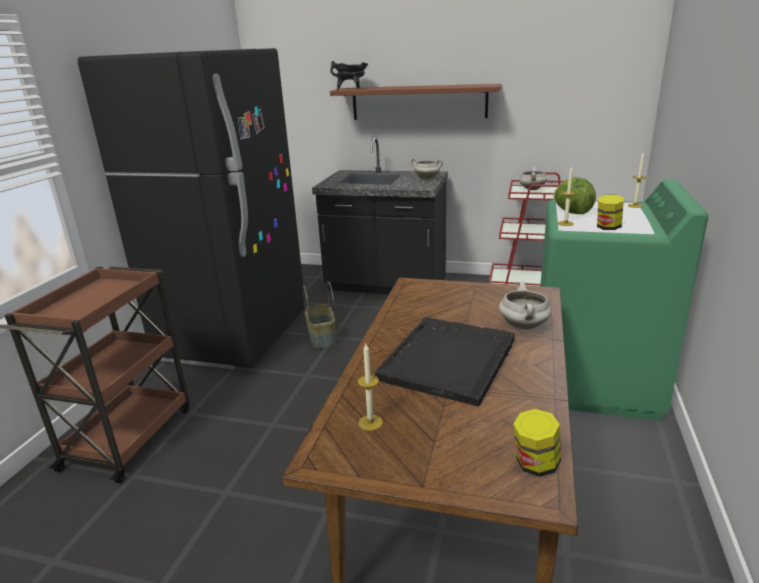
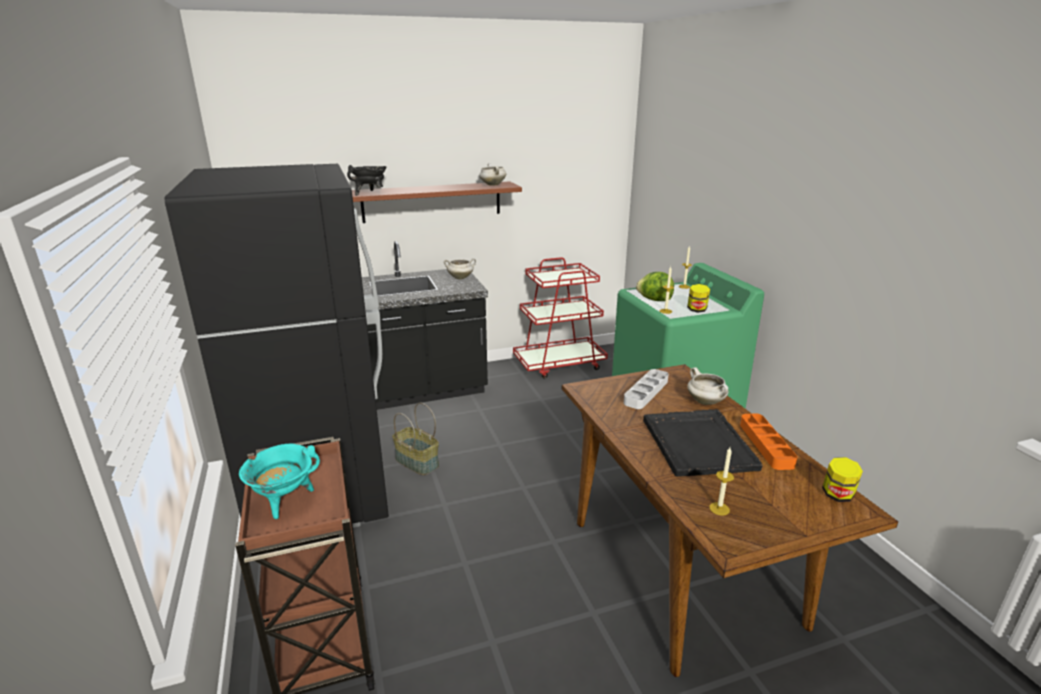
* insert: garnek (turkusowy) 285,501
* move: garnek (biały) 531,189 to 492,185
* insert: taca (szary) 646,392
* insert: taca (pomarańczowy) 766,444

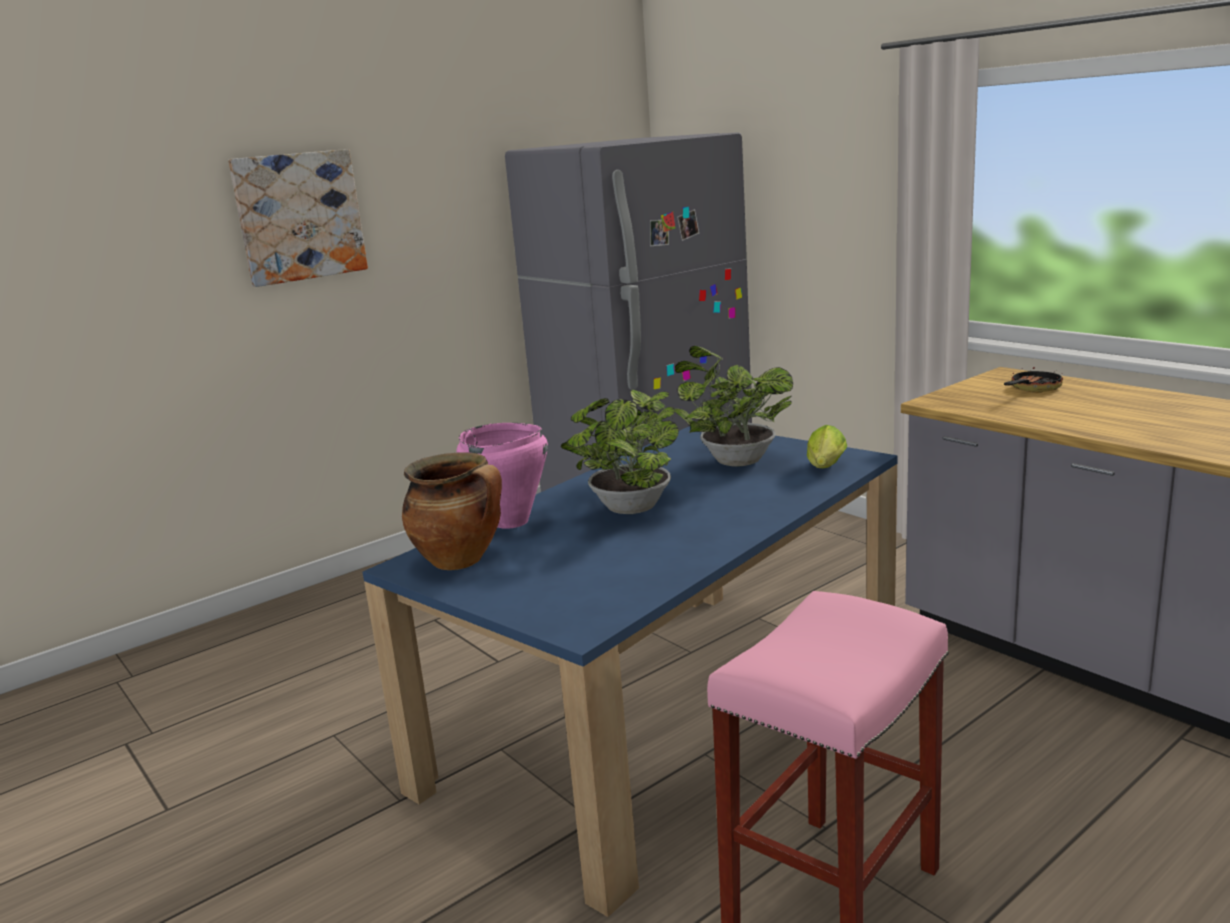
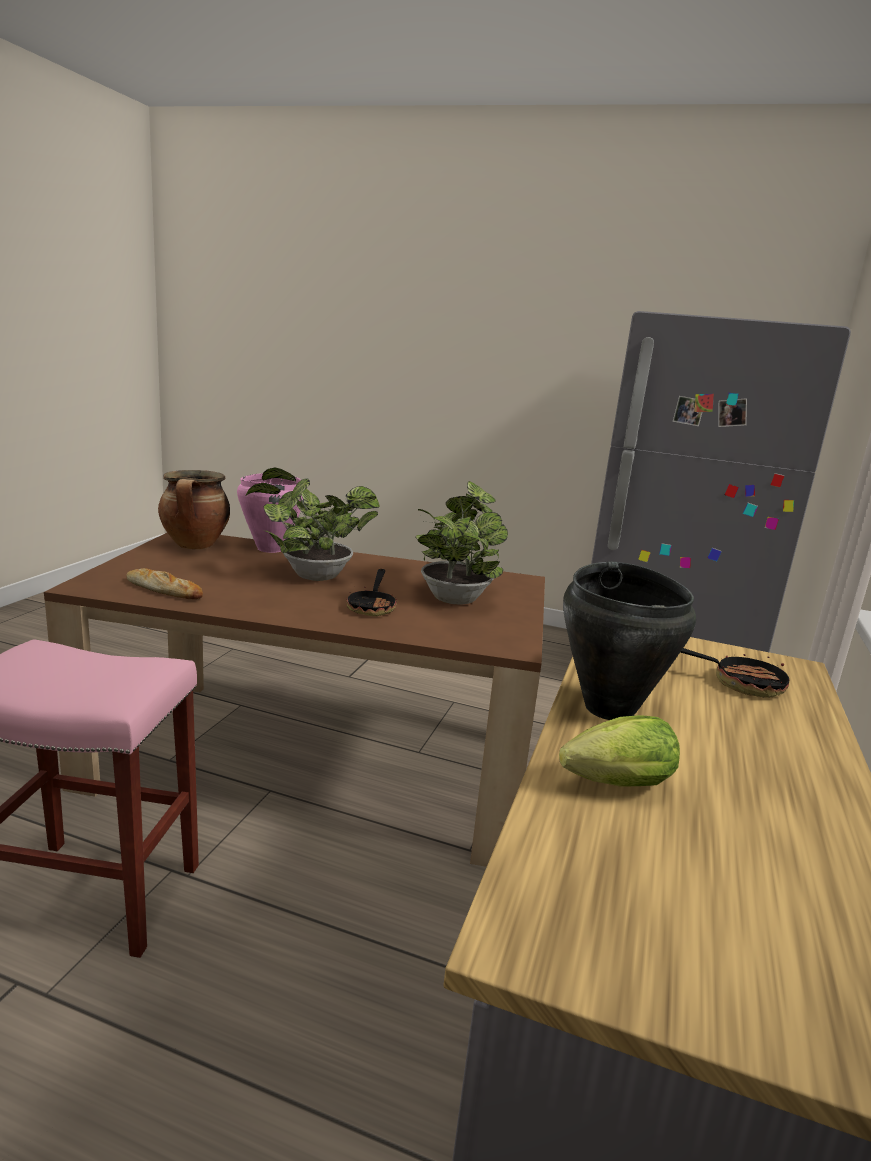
* recolor: stół jadalny (niebieski) 667,715 to stół jadalny (brązowy) 316,761
* insert: chleb 164,590
* insert: patelnia 372,606
* move: sałata 825,469 to 611,785
* insert: garnek (czarny) 610,708
* delete: obraz 299,216

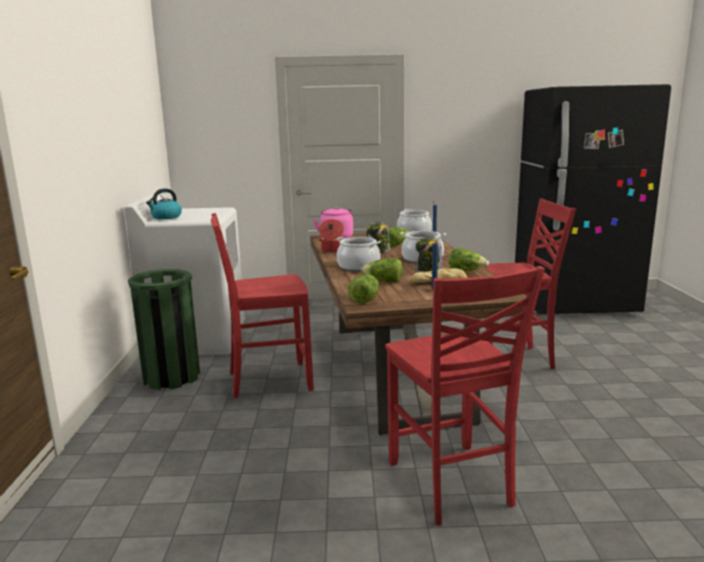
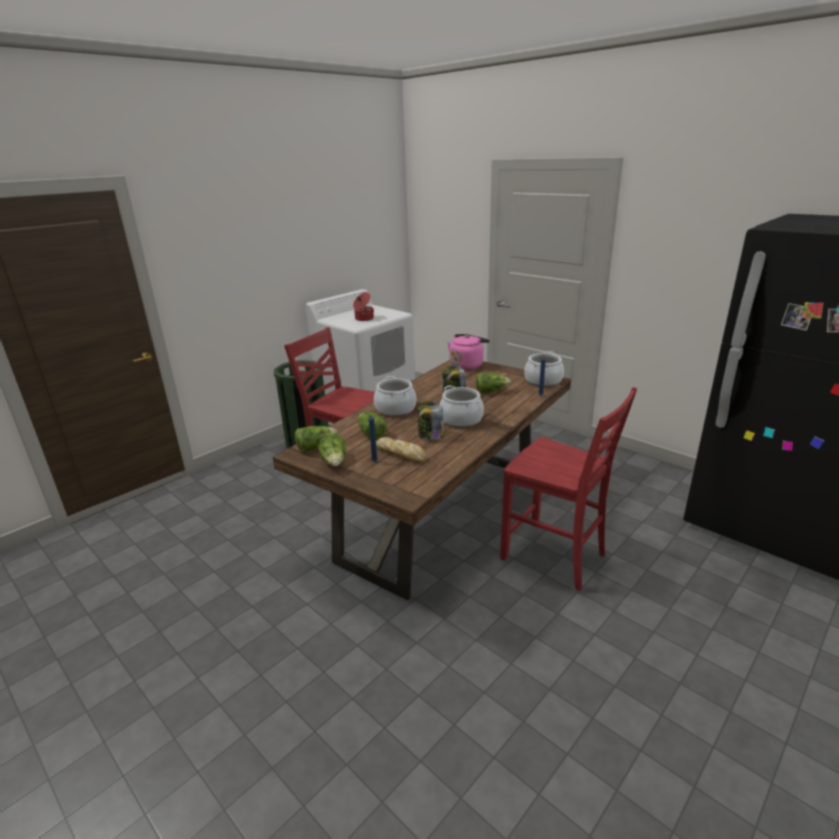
* move: sałata 466,271 to 334,462
* move: garnek 332,250 to 363,319
* delete: czajnik 166,217
* delete: krzesło (czerwony) 451,485

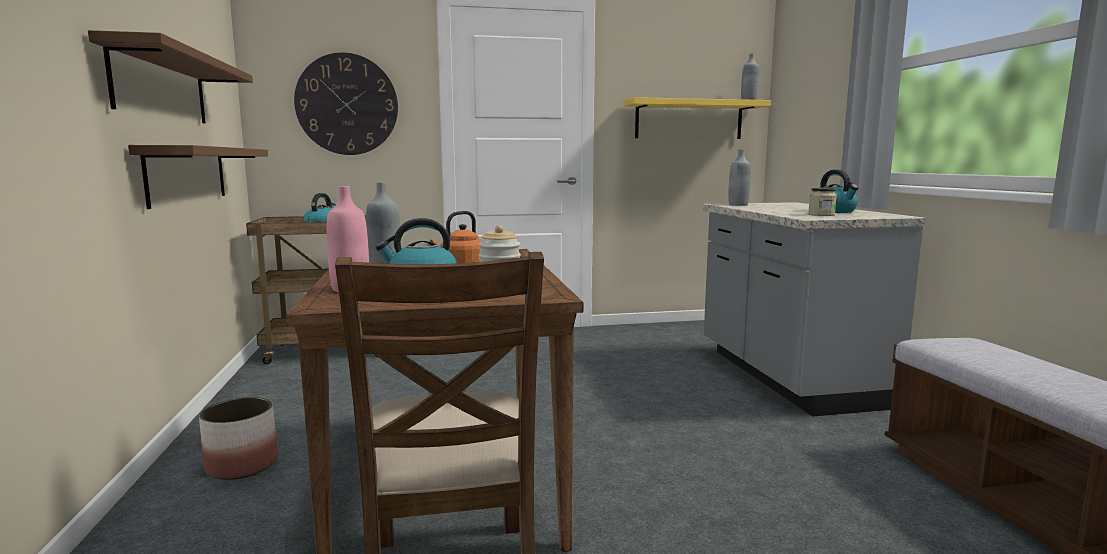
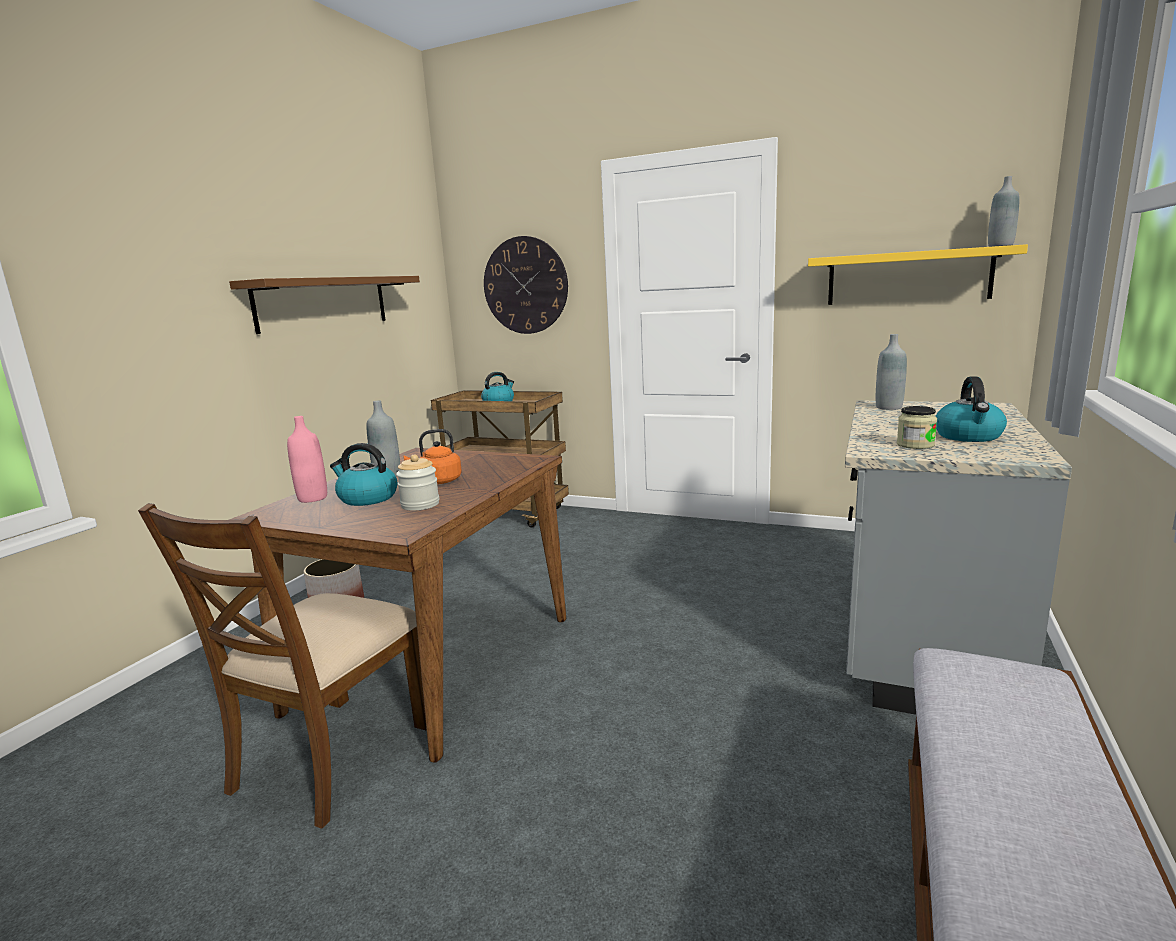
* delete: półka (brązowy) 188,174

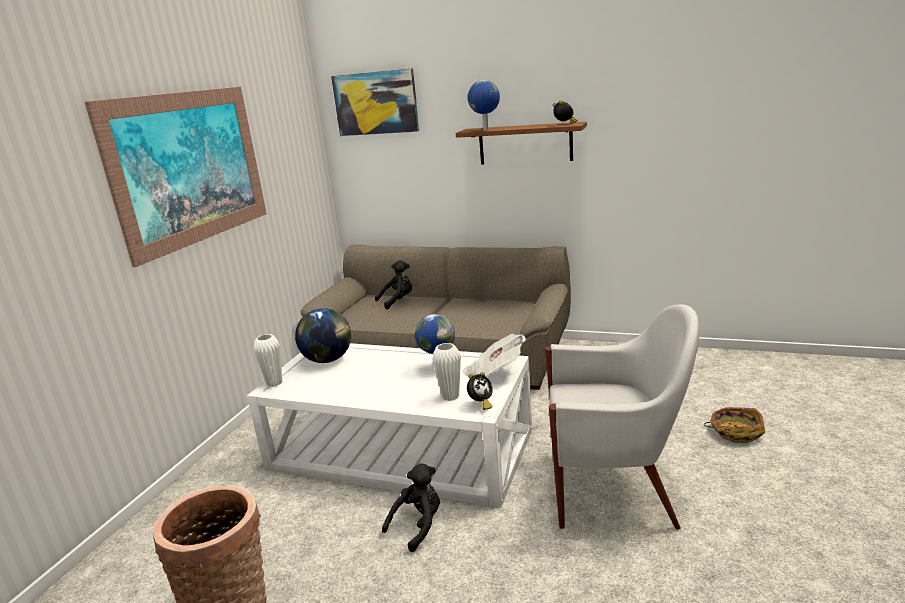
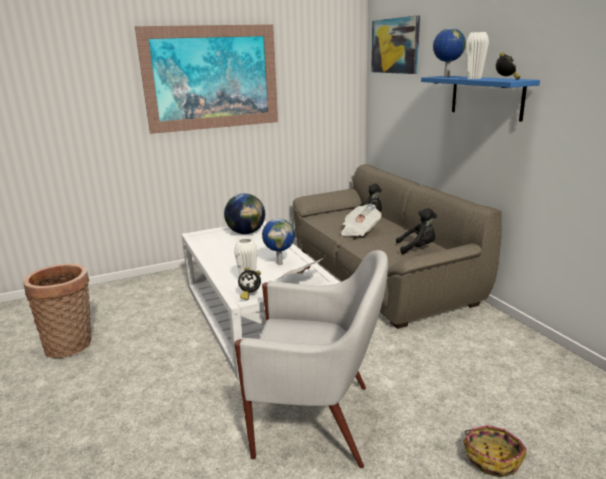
* rotate: fotel (biały) 615,488 = 316,421 45 degrees counterclockwise
* insert: gazeta 359,231
* move: pluszak (czarny) 418,525 to 417,248
* recolor: półka (brązowy) 525,144 to półka (niebieski) 486,97
* move: wazon (biały) 274,383 to 474,78

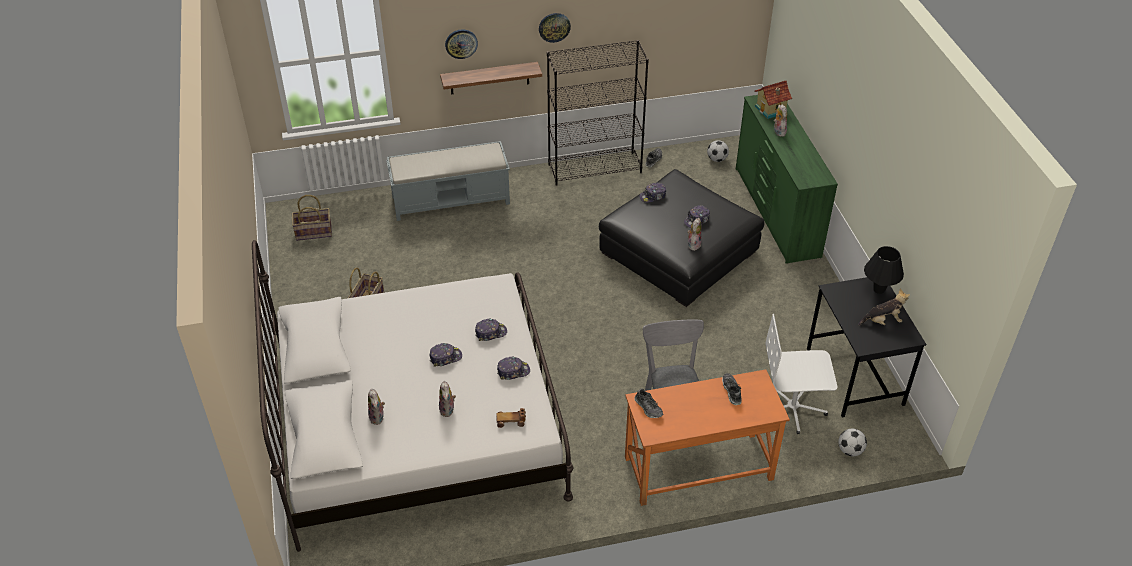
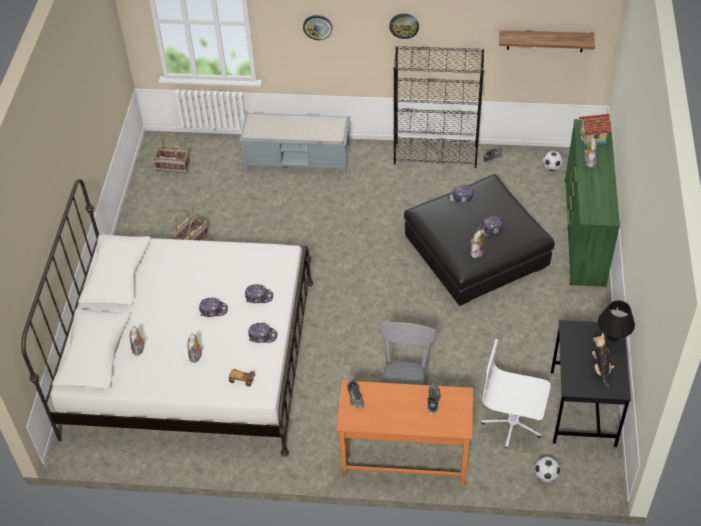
* move: półka 489,78 to 545,41
* rotate: pluszak 882,321 = 601,368 105 degrees counterclockwise

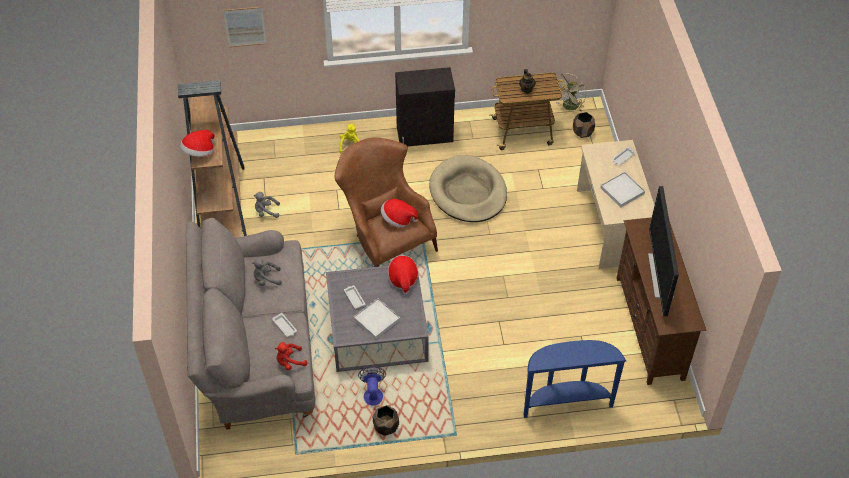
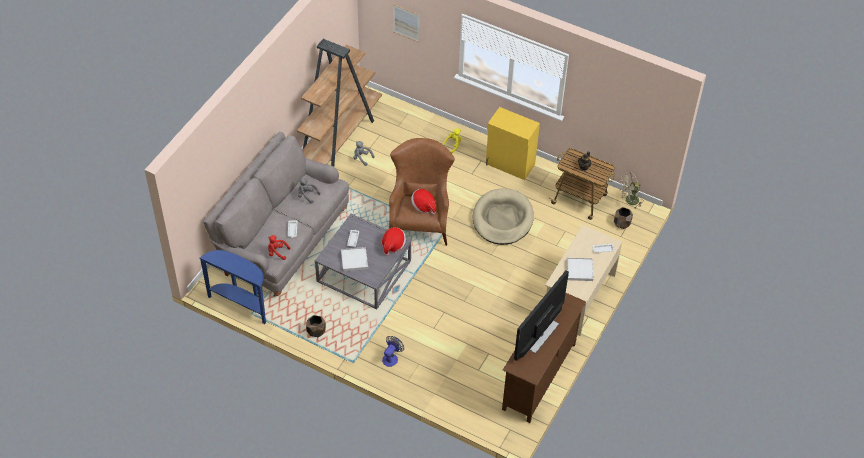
* move: stolik konsolowy (niebieski) 566,402 to 241,304
* move: wentylator 373,393 to 391,357
* recolor: szafka (czarny) 425,134 to szafka (żółty) 510,165
* delete: kapelusz 199,152

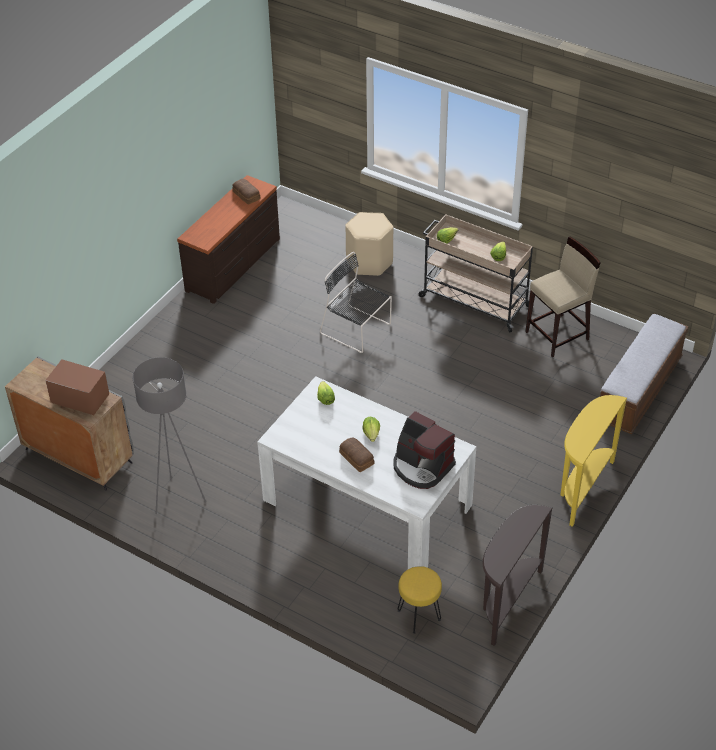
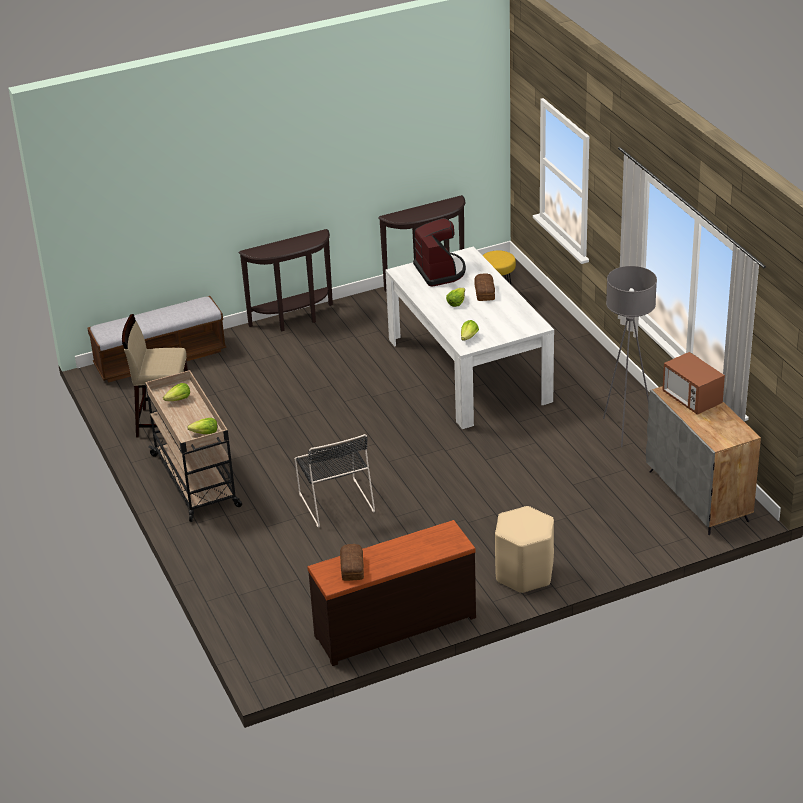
* recolor: stolik konsolowy (żółty) 581,488 to stolik konsolowy (brązowy) 294,320
* move: stołek (beżowy) 369,262 to 524,574

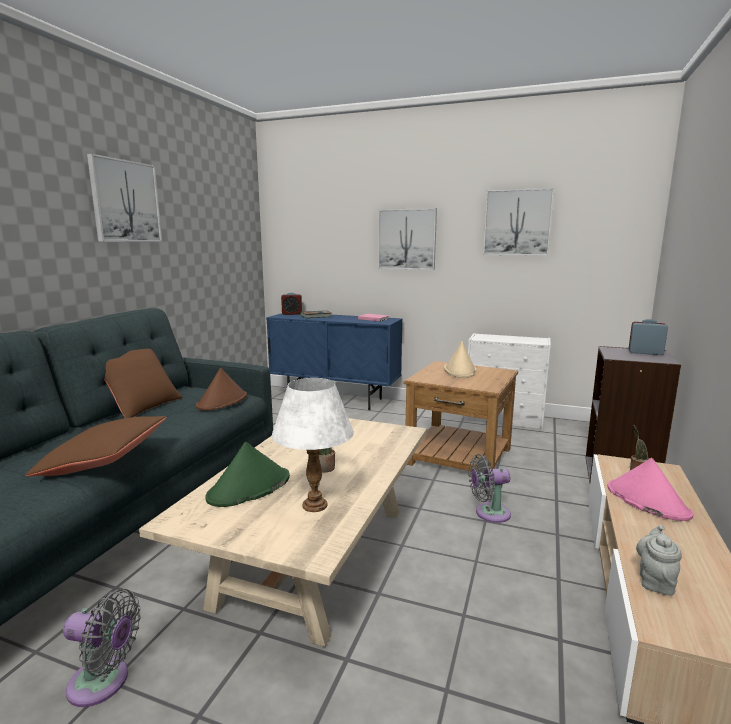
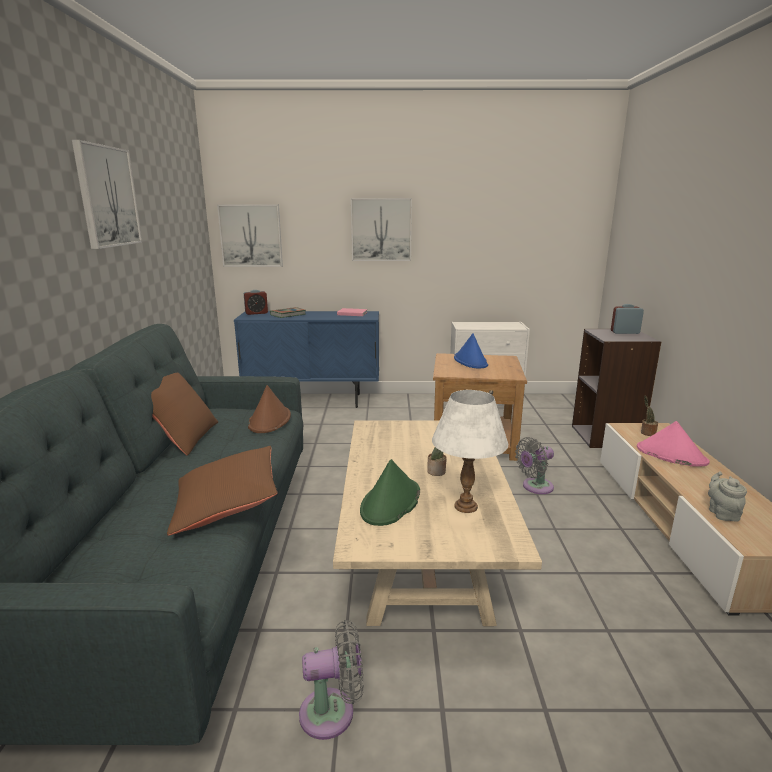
* move: obraz 517,222 to 251,235
* recolor: kapelusz (beżowy) 460,370 to kapelusz (niebieski) 470,361

